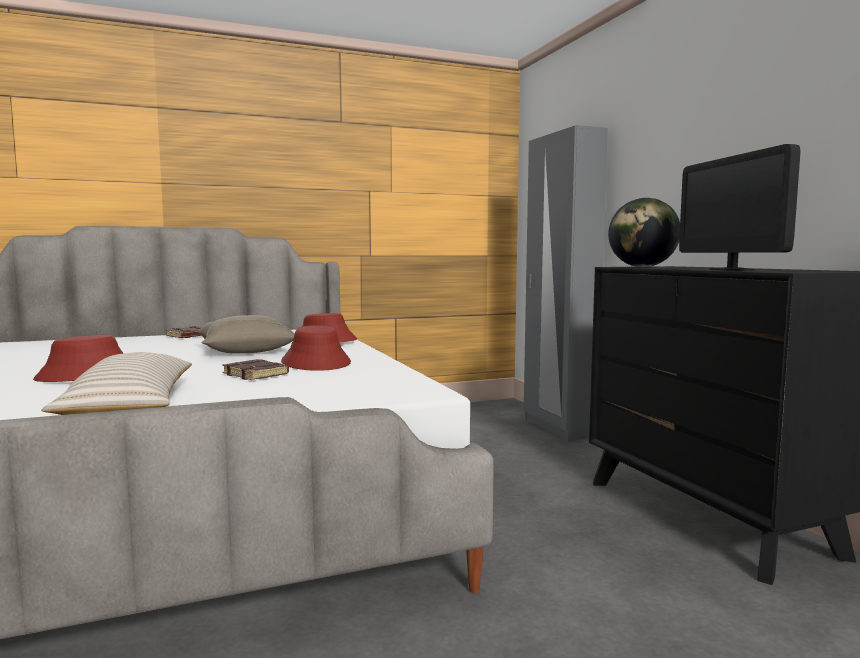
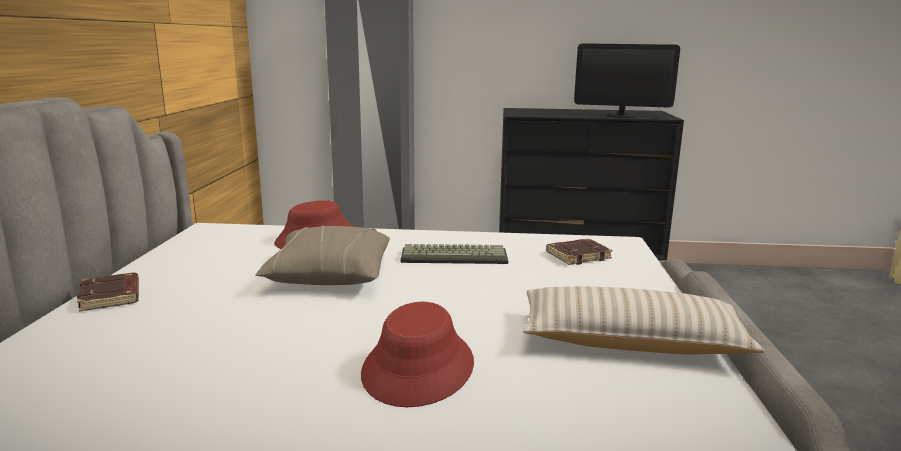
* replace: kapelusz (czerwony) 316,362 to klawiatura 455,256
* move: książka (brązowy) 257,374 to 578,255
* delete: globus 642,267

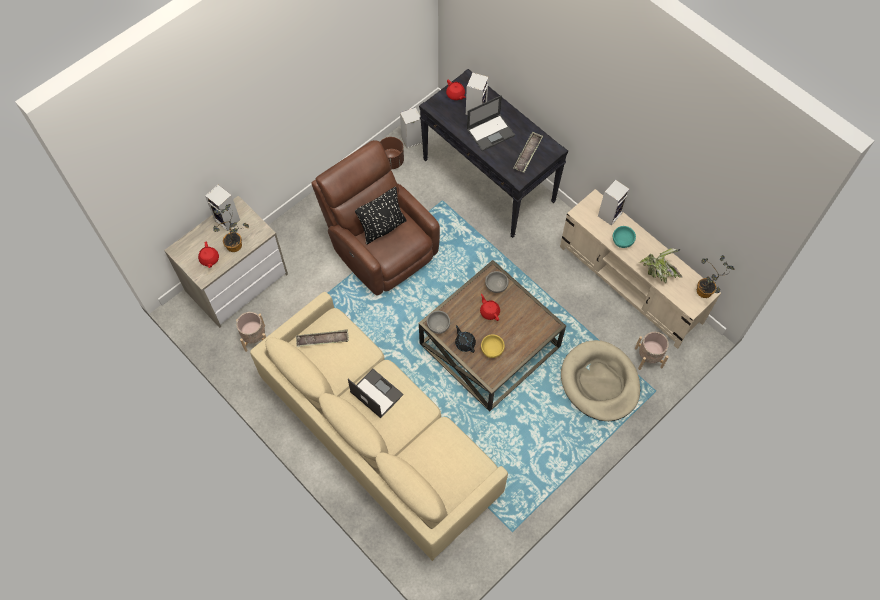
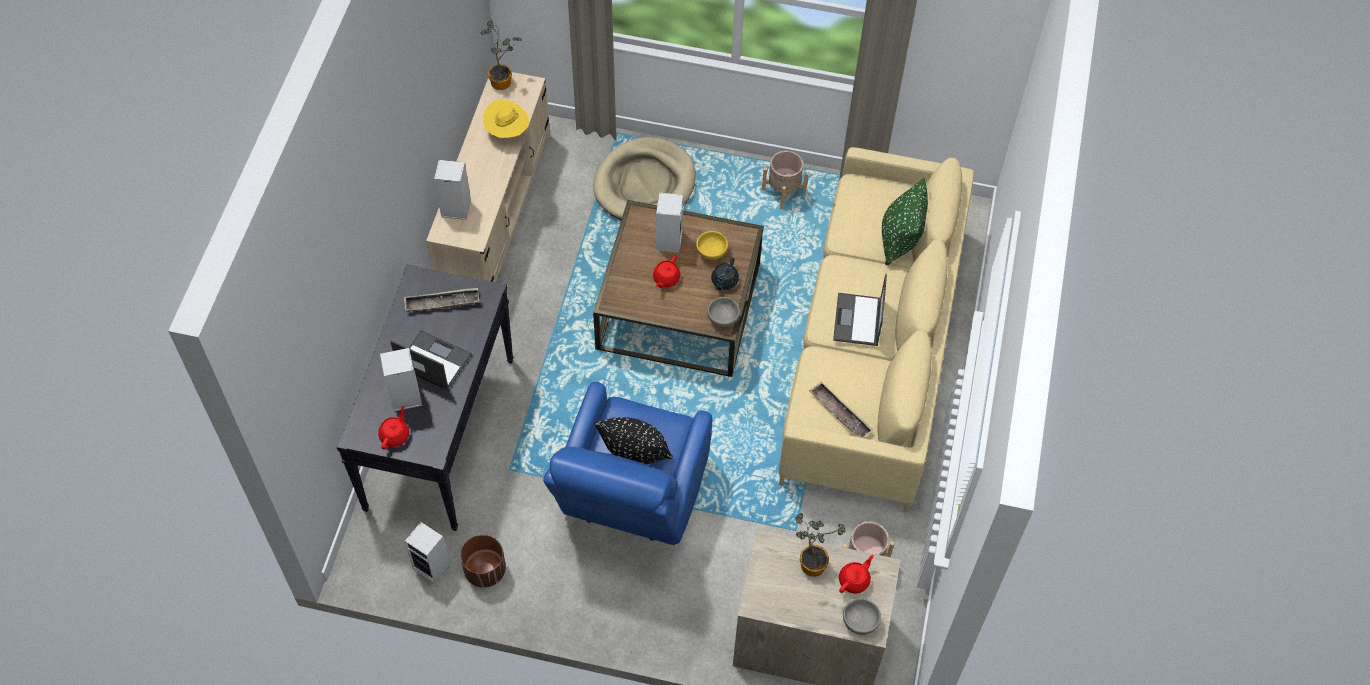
* replace: roślina doniczkowa 657,273 to kapelusz (żółty) 507,131
* recolor: fotel (brązowy) 381,247 to fotel (niebieski) 630,498
* move: głośnik 228,220 to 668,240
* move: donica (beżowy) 649,357 to 783,192
* move: miska (szary) 495,285 to 859,622
* insert: poduszka (zielony) 900,240
* delete: miska (turkusowy) 623,241

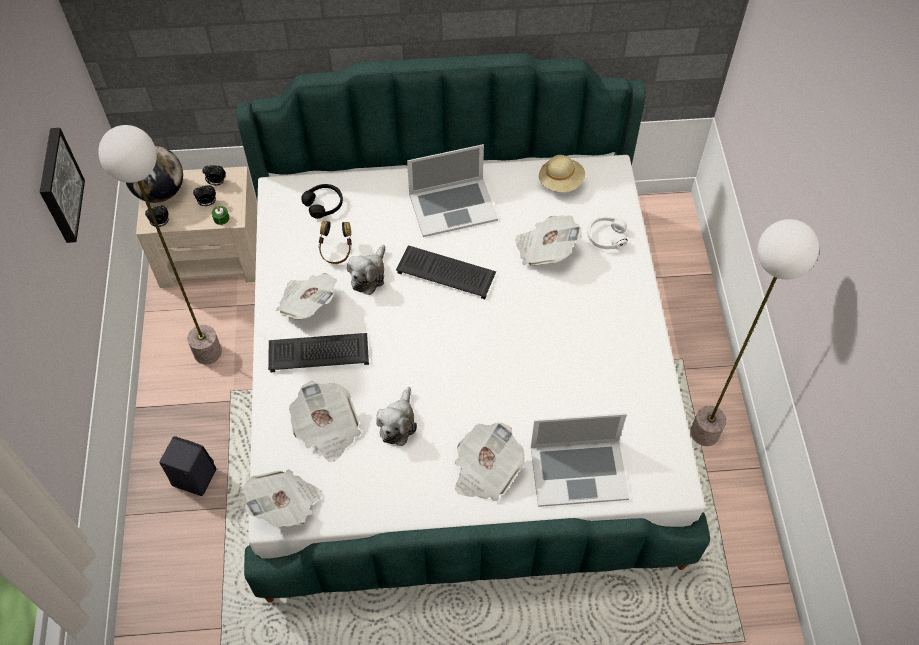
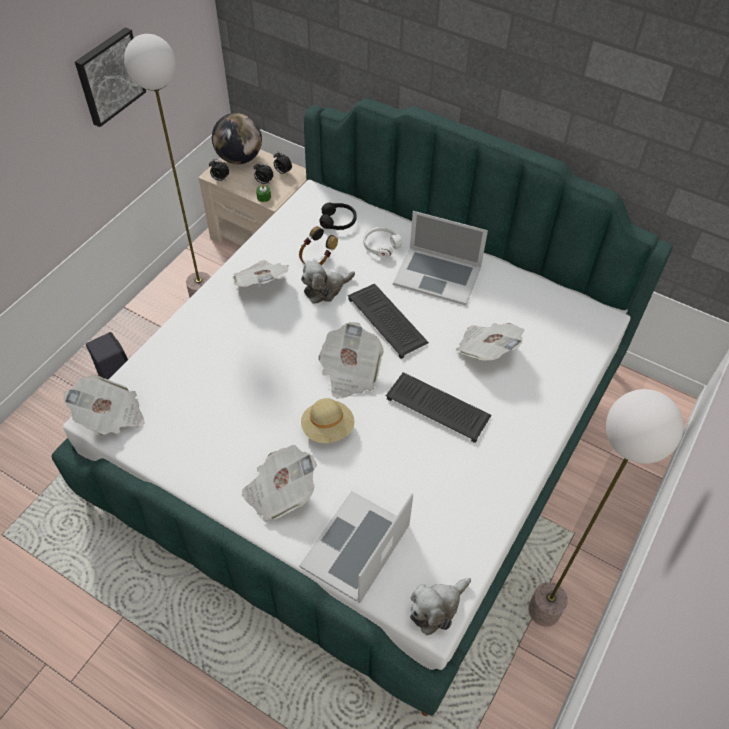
* rotate: laptop 578,471 = 356,546 90 degrees clockwise
* move: kapelusz (beżowy) 561,182 to 328,428
* move: gazeta 327,429 to 350,372
* move: słuchawki (biały) 606,237 to 381,246
* move: klawiatura 320,352 to 439,407
* move: pluszak 397,423 to 436,607

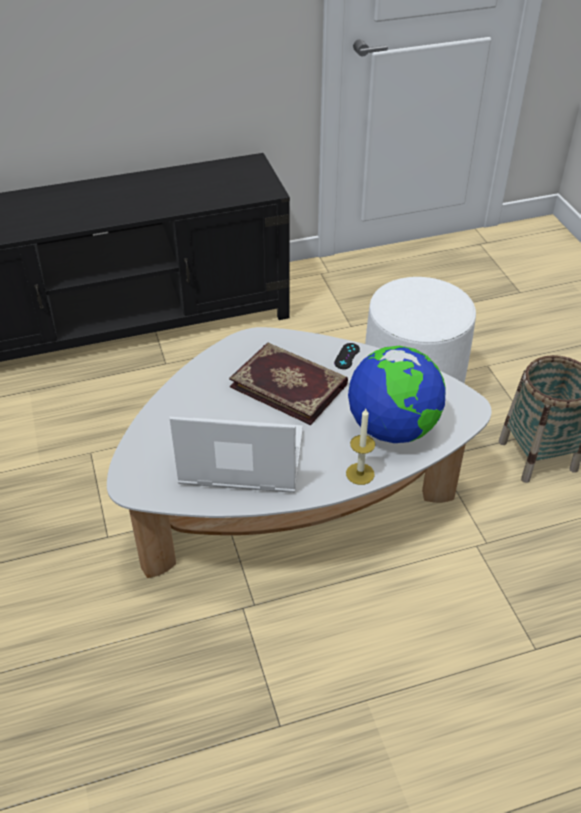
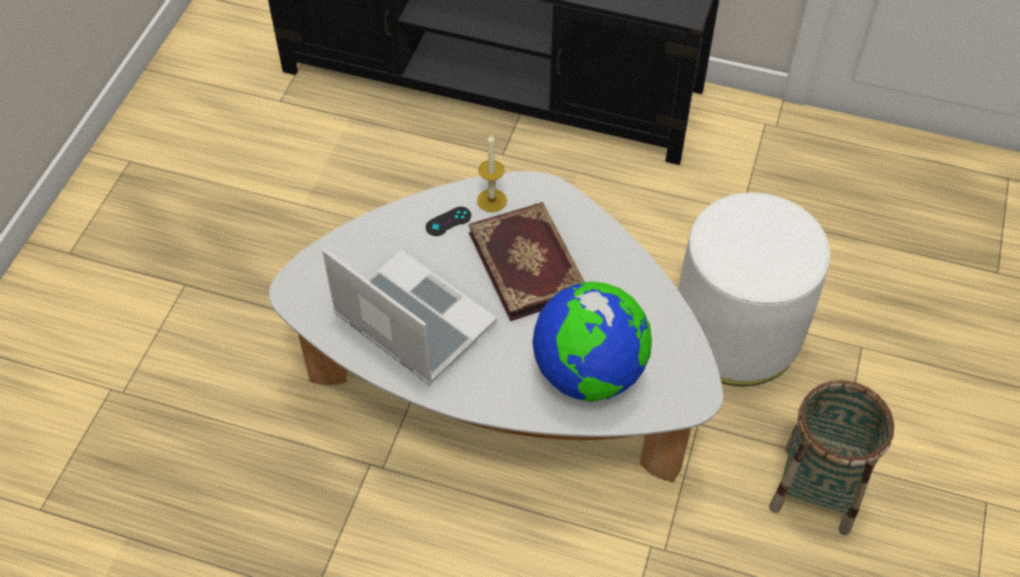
* move: pad do gier (czarny) 347,356 to 448,221
* move: świeca 360,474 to 492,200

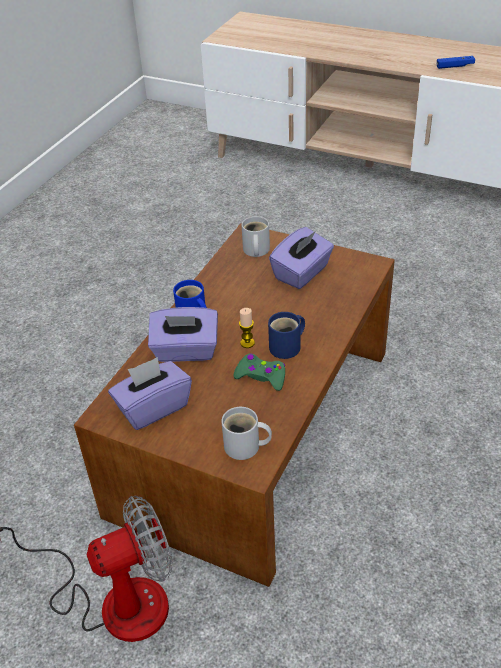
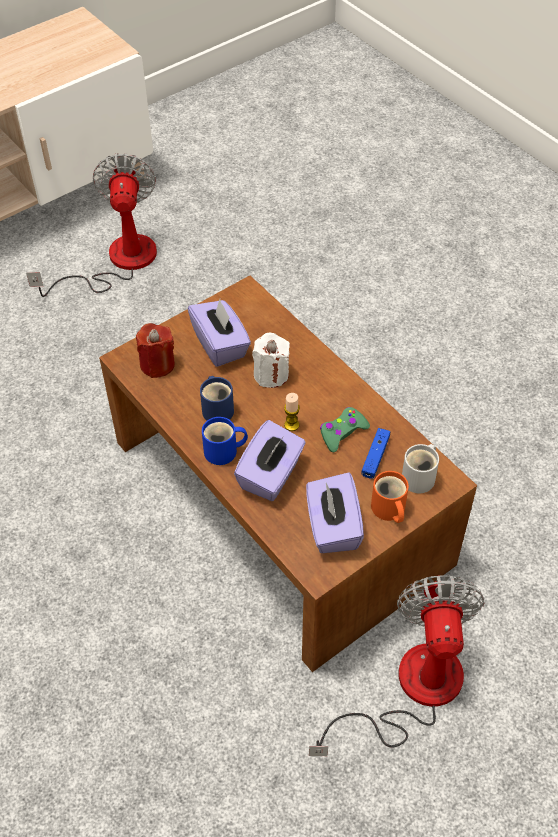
* insert: wentylator 117,262
* replace: kubek (biały) 255,250 to świeca (czerwony) 157,364
* move: kubek (niebieski) 288,347 to 218,409
* insert: świeca (biały) 271,374
* move: pad do gier (niebieski) 455,66 to 375,457
* insert: kubek (pomarańczowy) 388,510

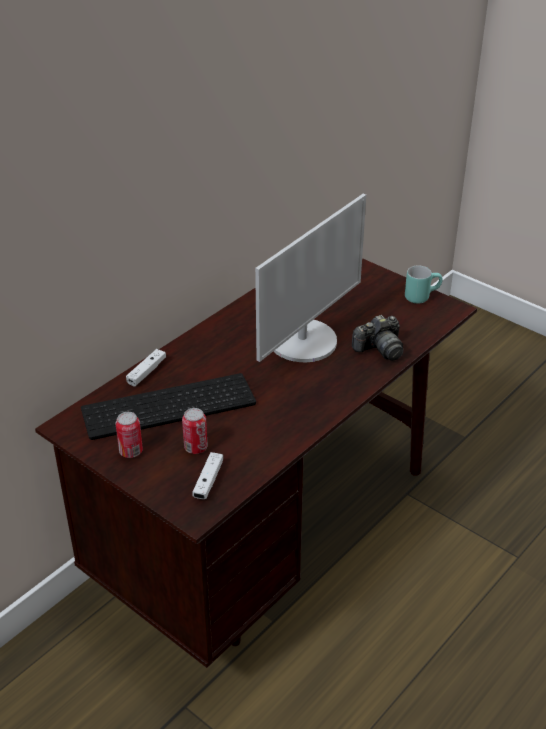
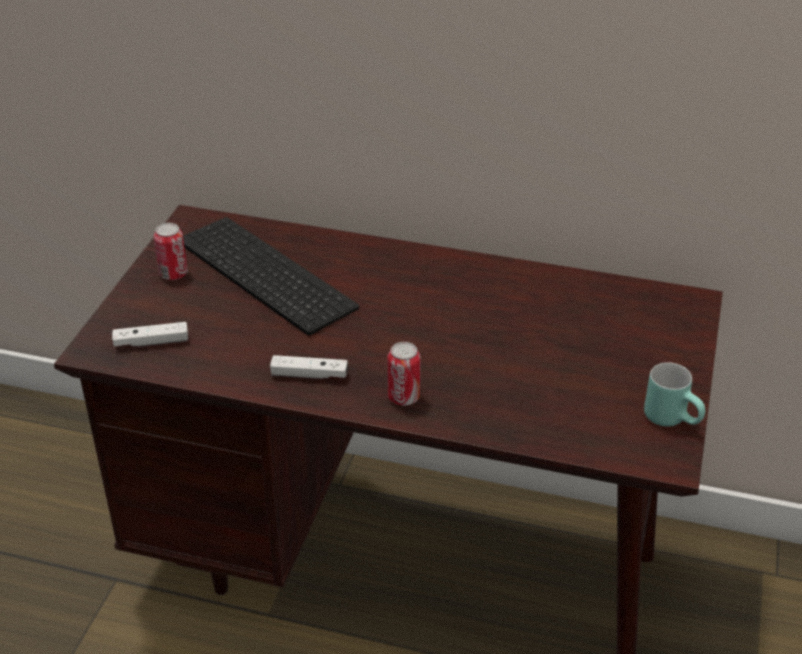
* move: pad do gier (biały) 146,372 to 309,375
* move: puszka 196,447 to 403,397
* delete: monitor 303,341
* delete: aparat fotograficzny 379,349

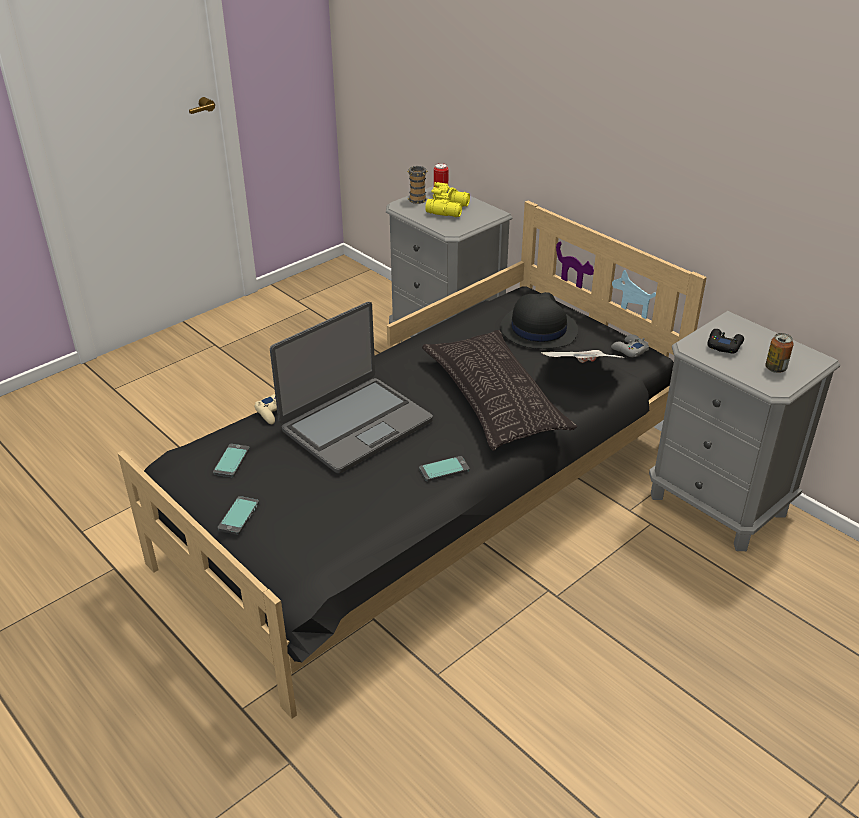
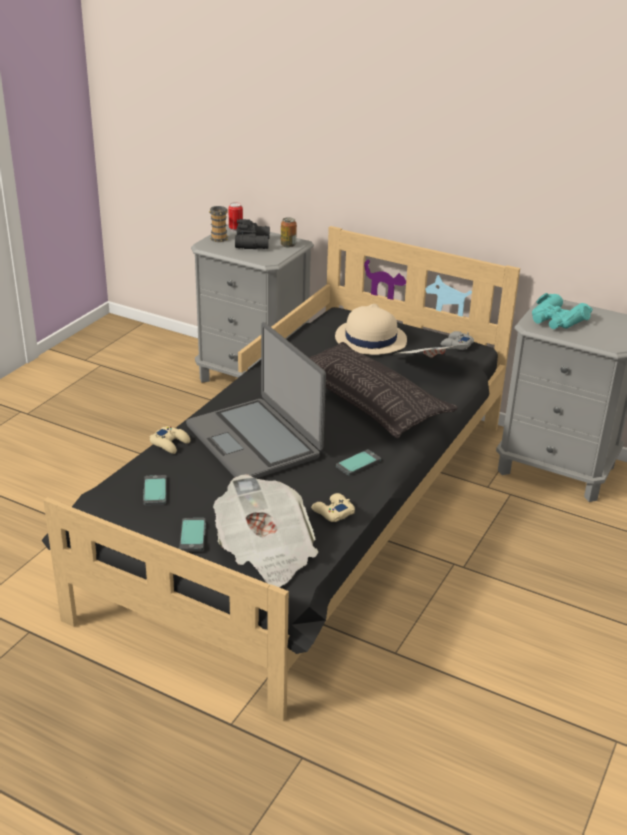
* rotate: laptop 355,425 = 254,441 120 degrees clockwise
* insert: gazeta 266,552
* recolor: lornetka (żółty) 449,209 to lornetka (czarny) 253,243
* move: puszka 775,368 to 288,245
* insert: pad do gier (beżowy) 332,512
* recolor: kapelusz (czarny) 538,329 to kapelusz (beżowy) 370,339
* replace: pad do gier (czarny) 724,345 to lornetka (turkusowy) 557,320

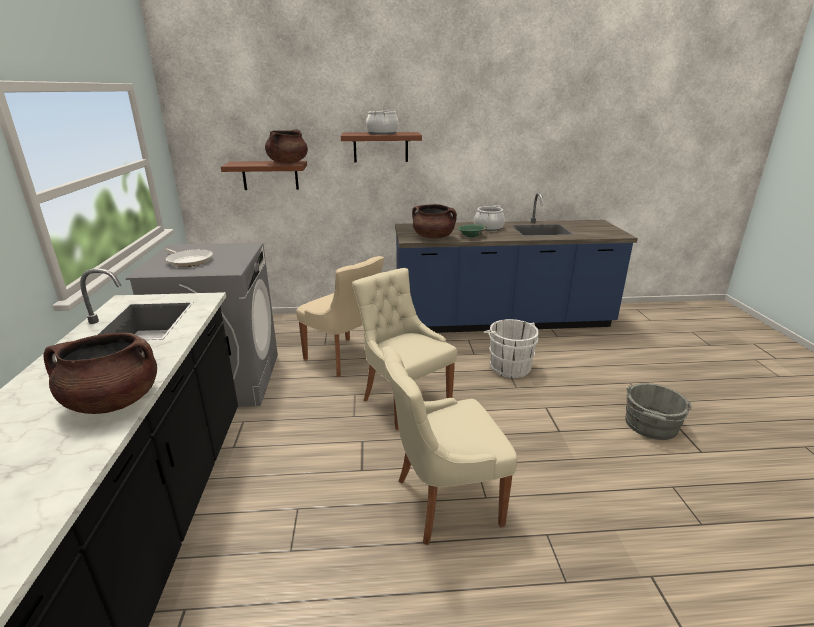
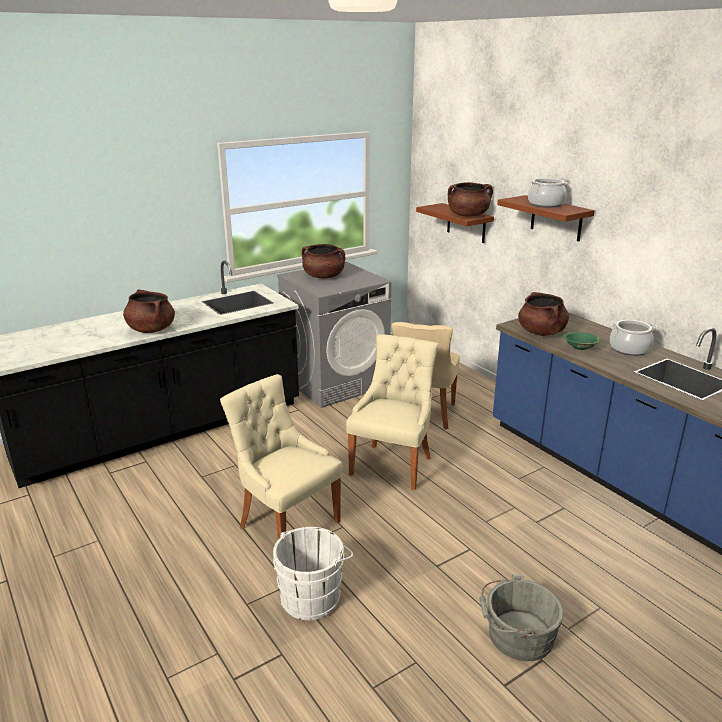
* move: wiadro (biały) 508,366 to 313,596
* replace: patelnia 189,260 to garnek (brązowy) 323,276

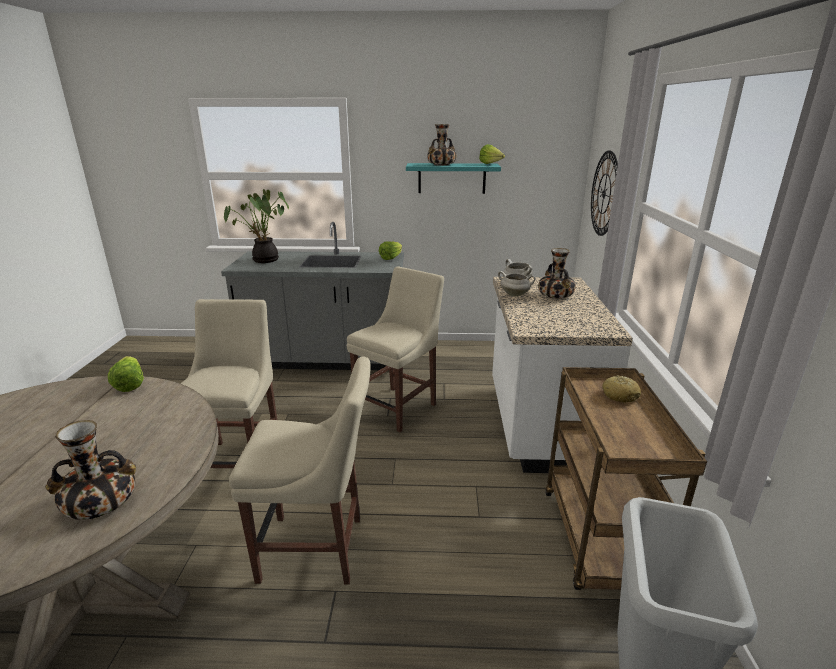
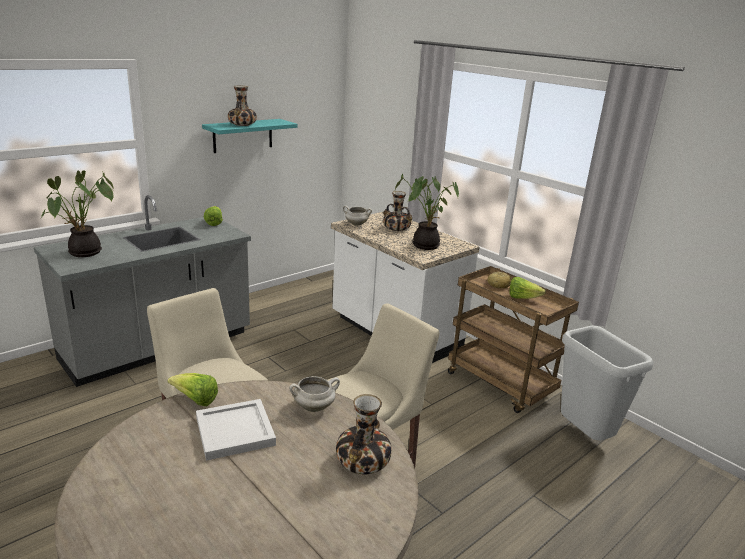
* insert: taca (biały) 234,432
* move: garnek (biały) 515,295 to 314,407
* insert: roślina doniczkowa 424,245
* move: sałata 491,164 to 522,298
* delete: krzesło (beżowy) 399,407
* delete: zegar ścienny 604,194

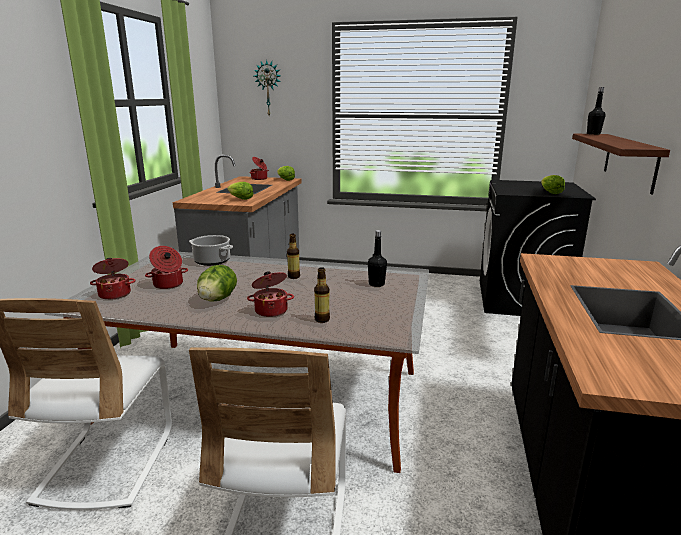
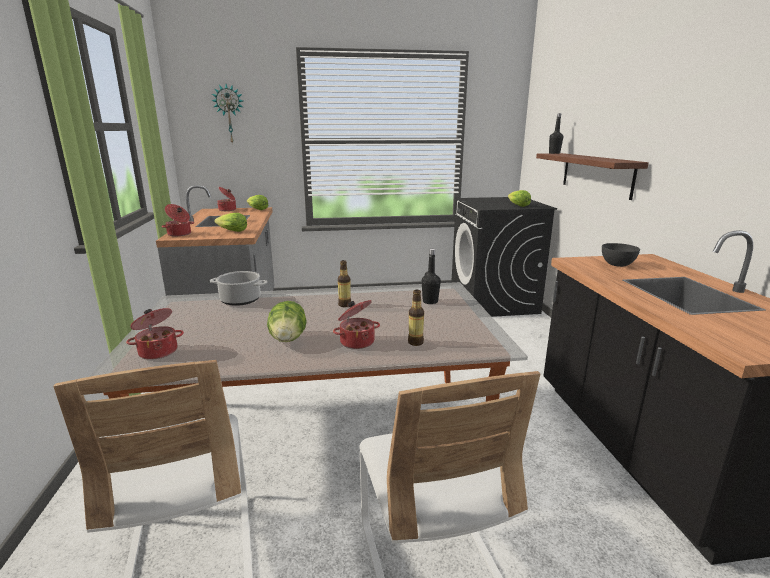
* move: garnek 168,284 to 179,234
* insert: miska (szary) 617,264

